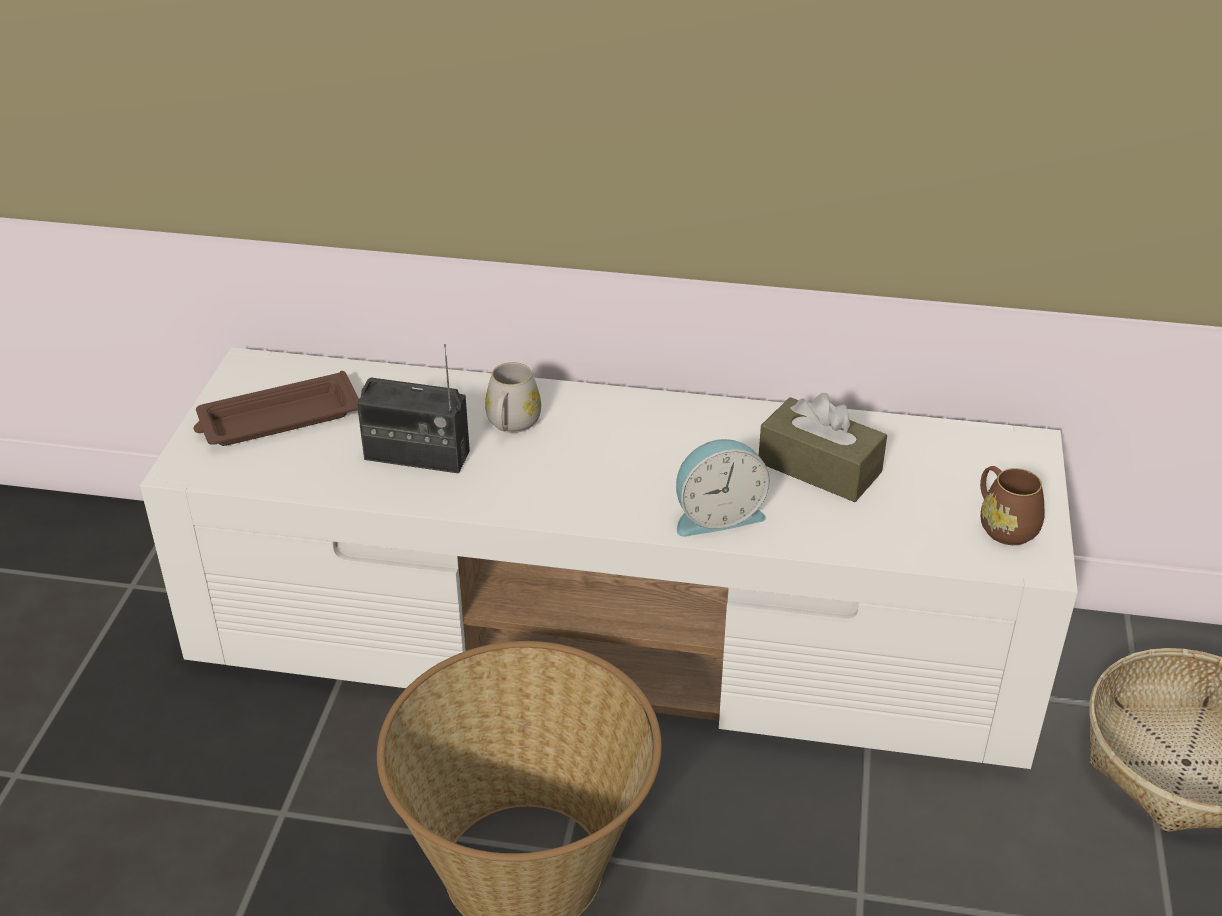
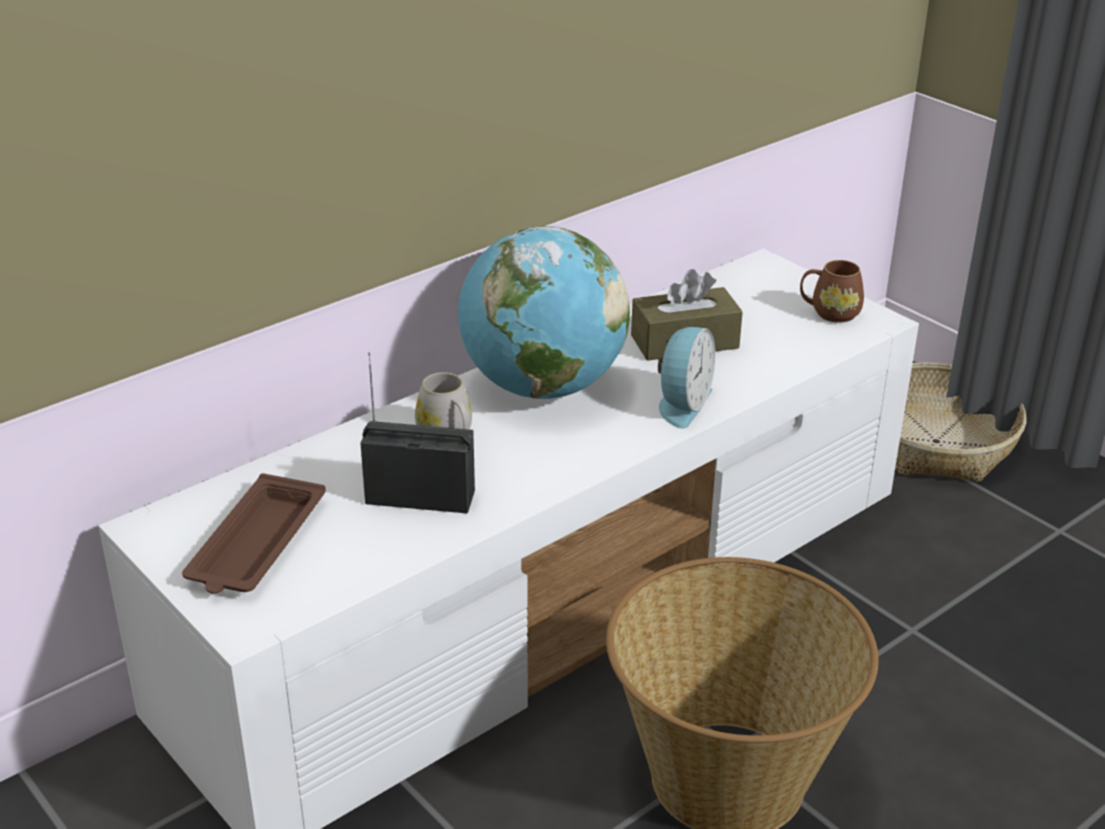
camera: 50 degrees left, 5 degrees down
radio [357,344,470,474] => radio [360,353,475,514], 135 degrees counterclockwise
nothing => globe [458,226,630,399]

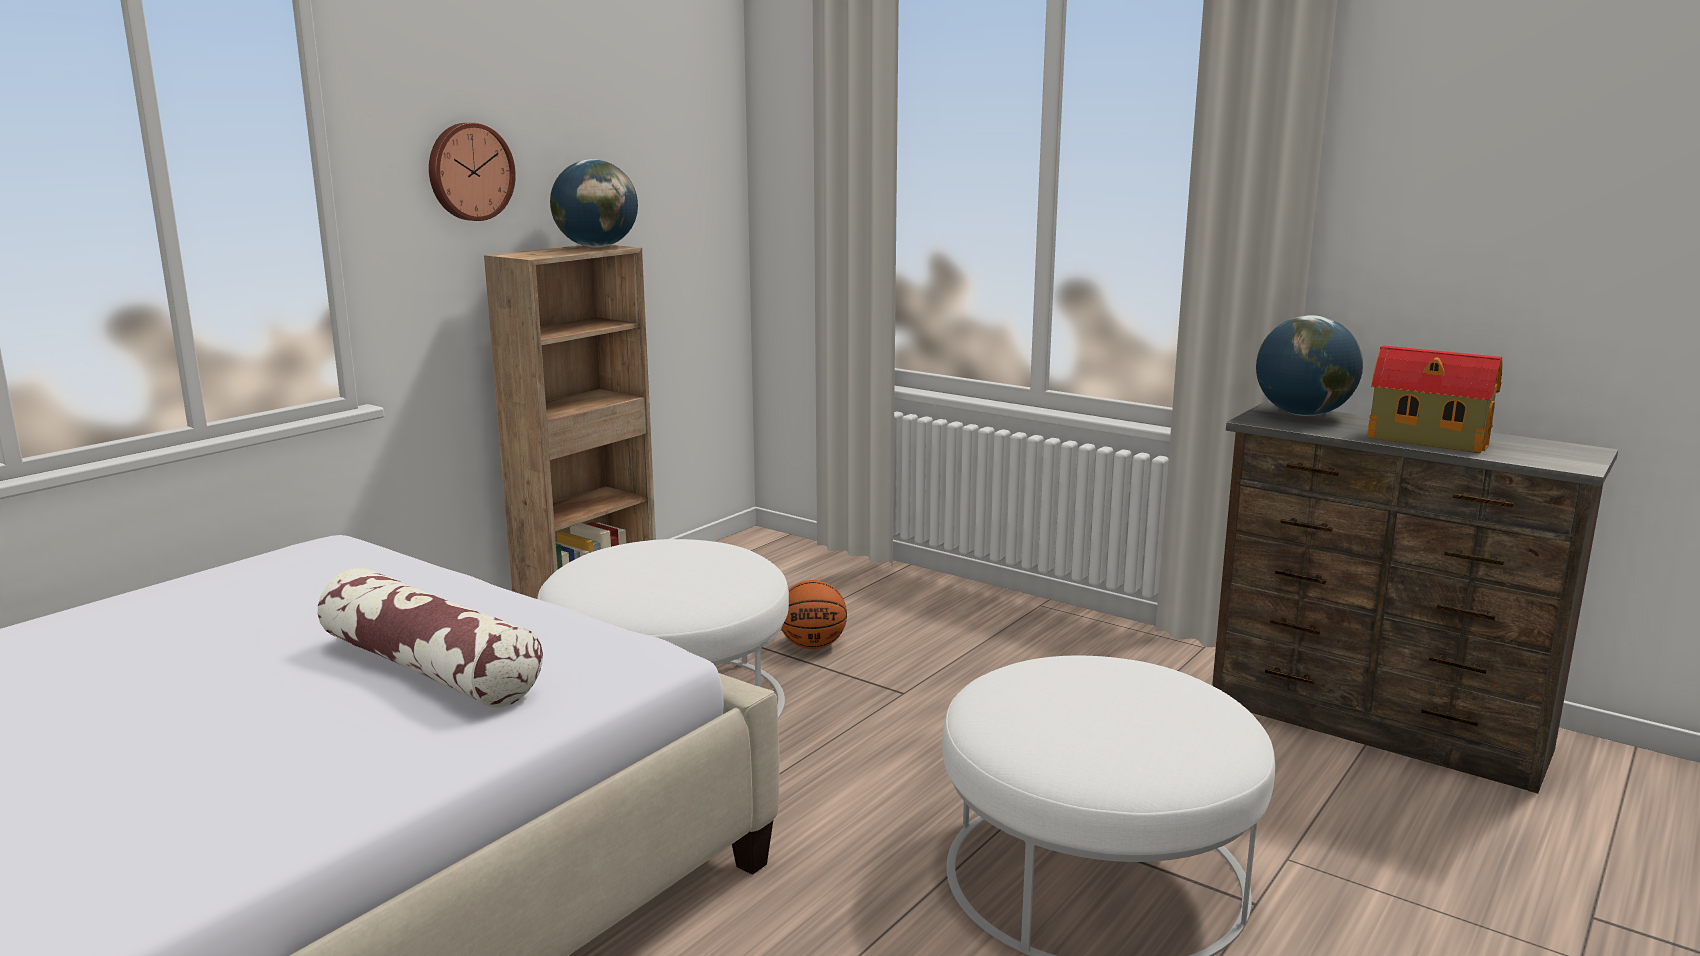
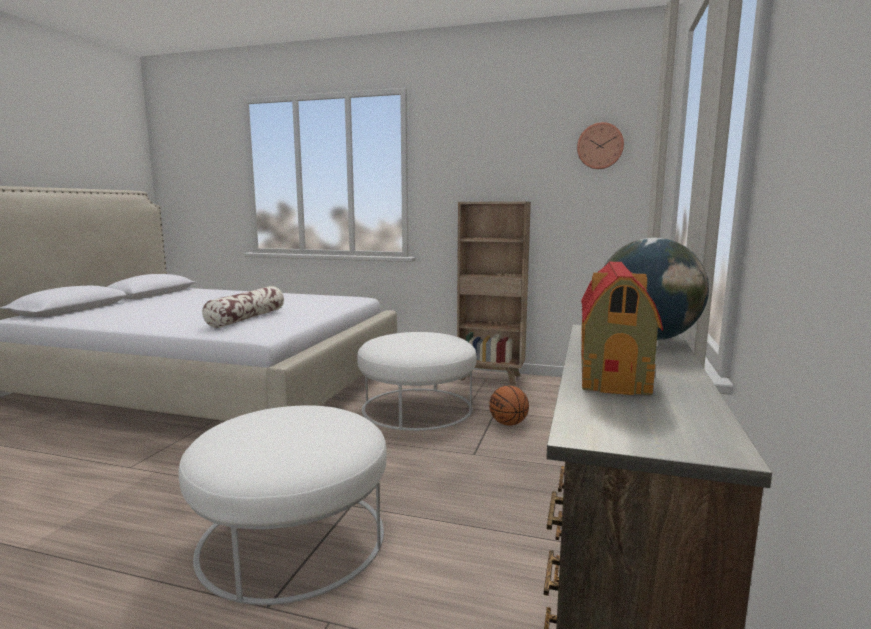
camera: 70 degrees right, 5 degrees down
horloge murale [429,123,516,221] => horloge murale [577,122,624,169], move
globe [550,159,638,248] => nothing

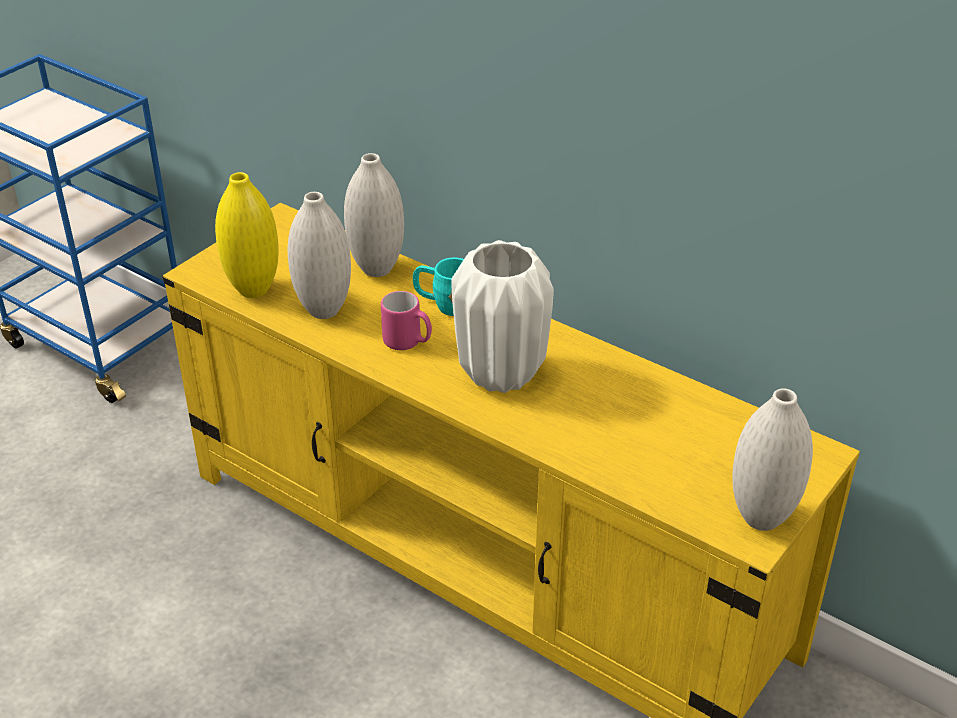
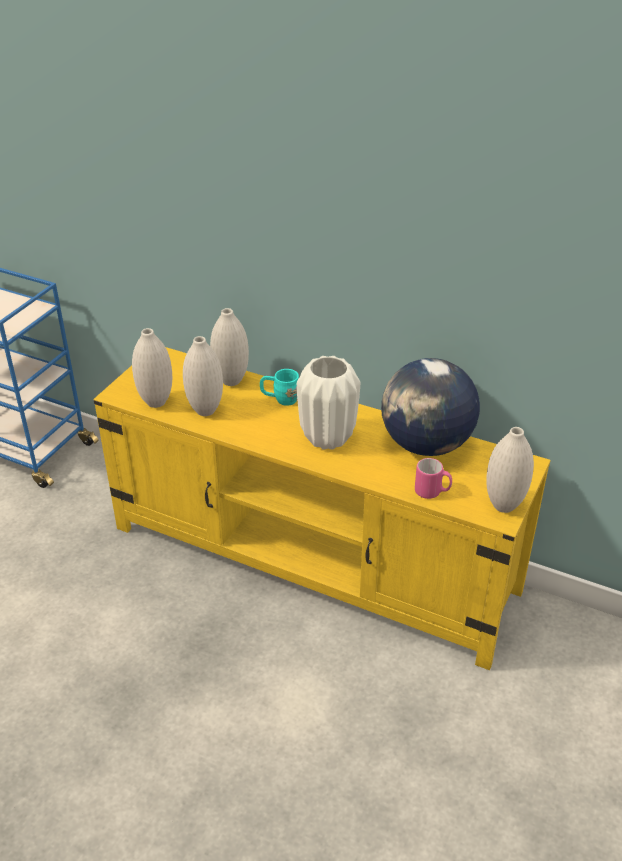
camera: 10 degrees left, 0 degrees up
vase (jaune) [215,172,279,298] => vase (blanc) [132,328,172,408]
nothing => globe [381,358,480,456]
mug (rose) [381,291,432,350] => mug (rose) [415,458,452,499], move

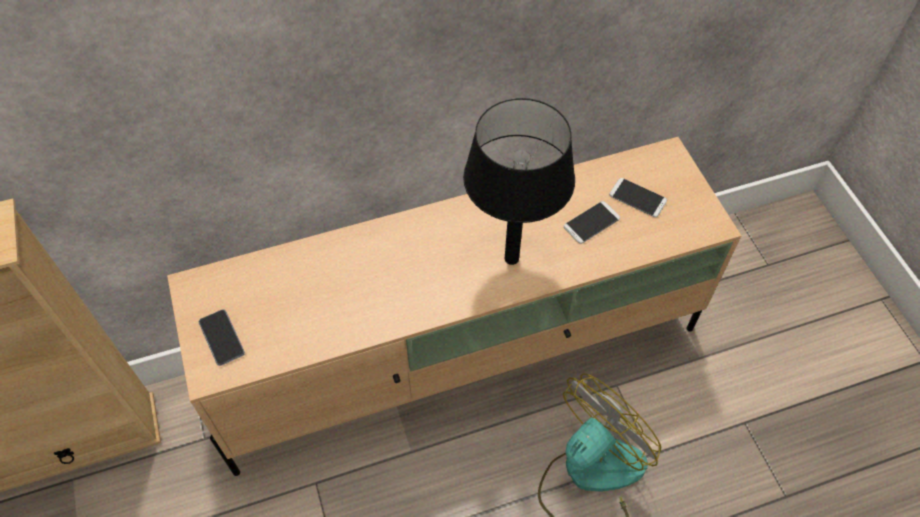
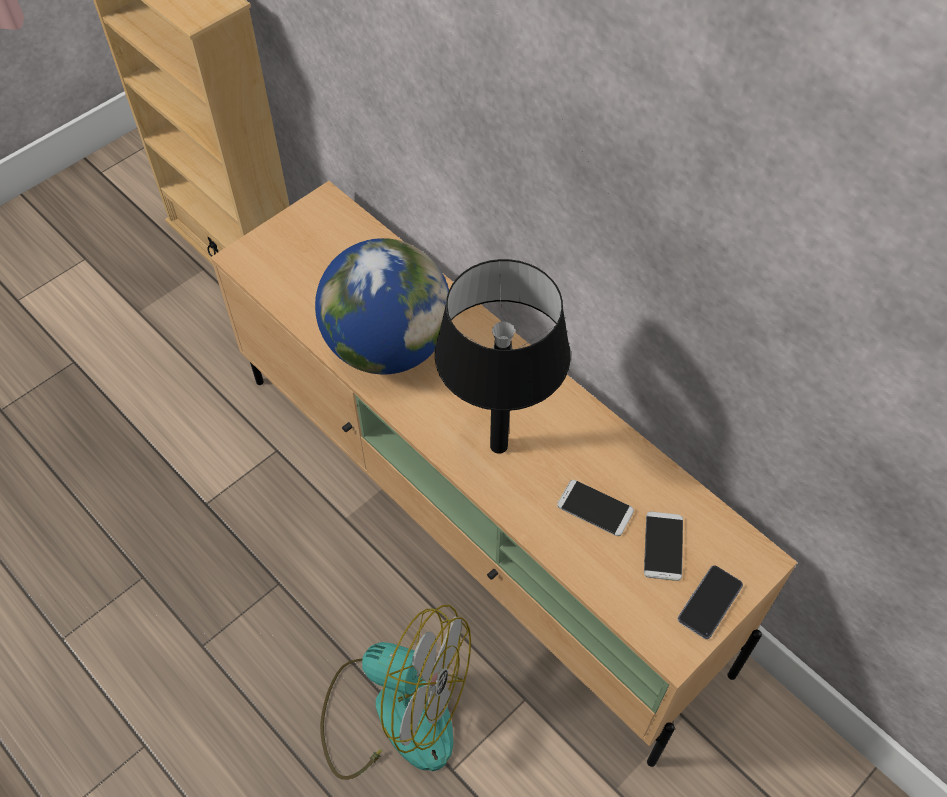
camera: 65 degrees right, 0 degrees up
nothing => globe [315,238,449,374]
téléphone [199,309,245,366] => téléphone [678,565,743,639], move

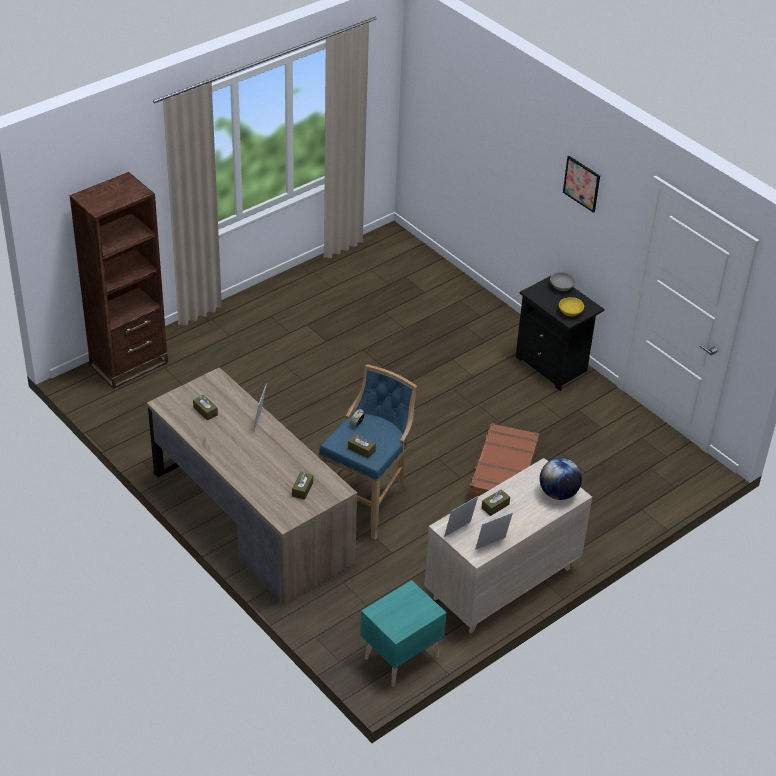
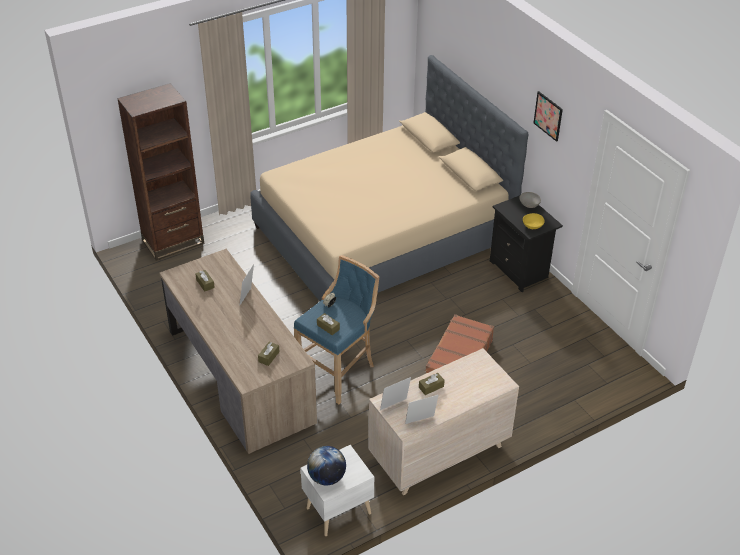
camera: 10 degrees right, 0 degrees up
nothing => lit (beige) [251,55,529,301]
table de chevet (turquoise) [360,580,447,687] => table de chevet (blanc) [301,445,374,536]
globe [540,458,582,500] => globe [307,446,346,485], move

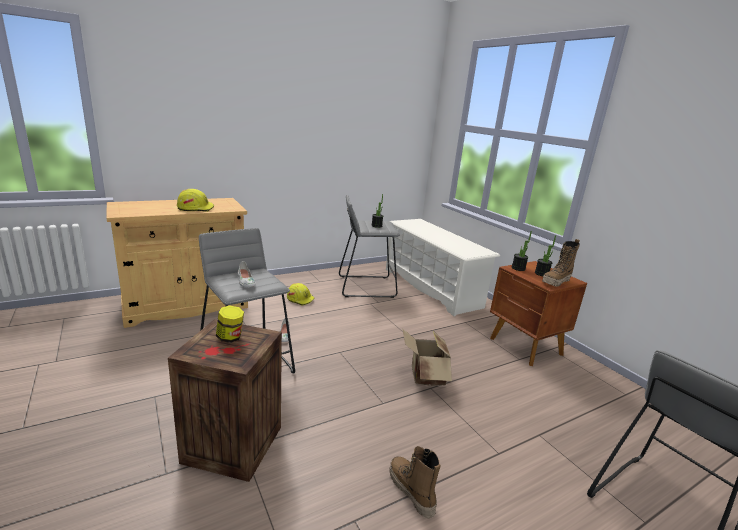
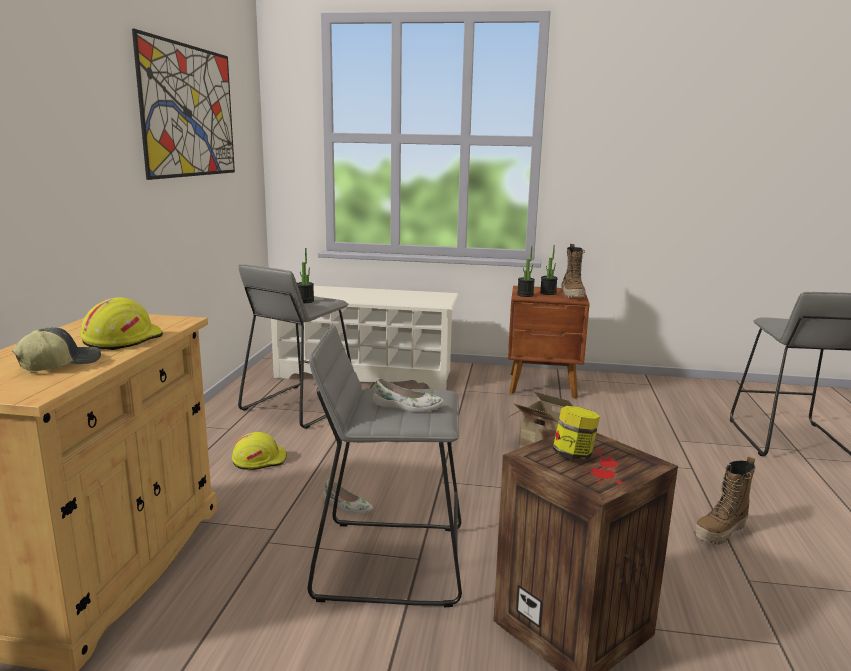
camera: 50 degrees left, 5 degrees down
nothing => casquette [12,328,101,371]
nothing => tableau [132,29,235,180]
botte [389,446,441,519] => botte [694,456,755,545], 45 degrees counterclockwise

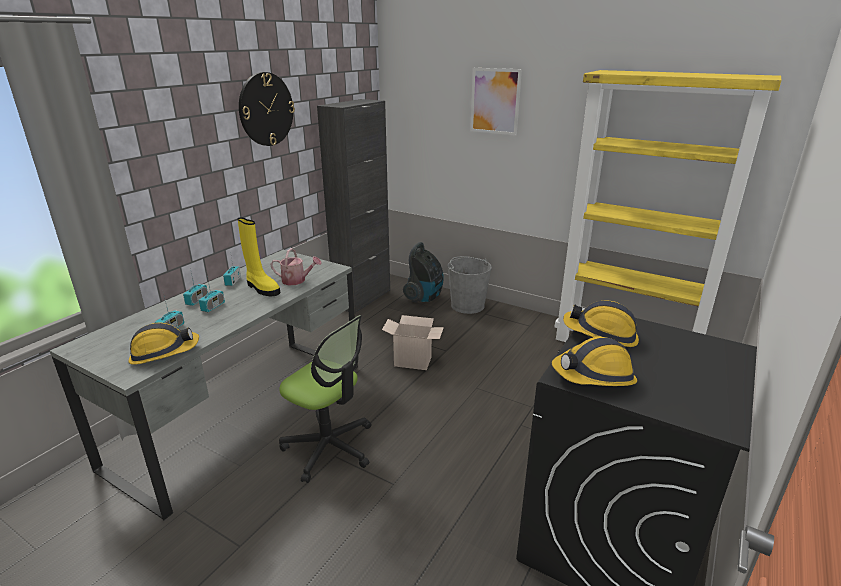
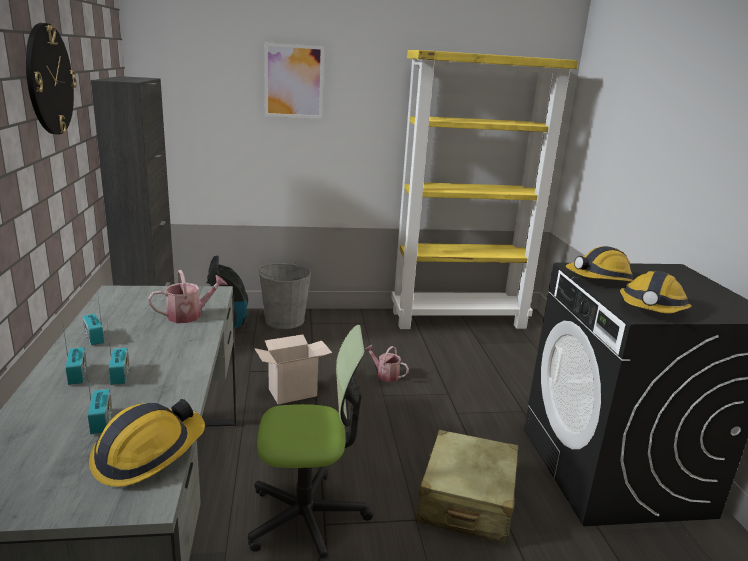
camera: 40 degrees left, 5 degrees down
nothing => arrosoir [365,345,409,382]
nothing => valise (beige) [417,430,518,544]
botte (jaune) [237,217,280,296] => nothing

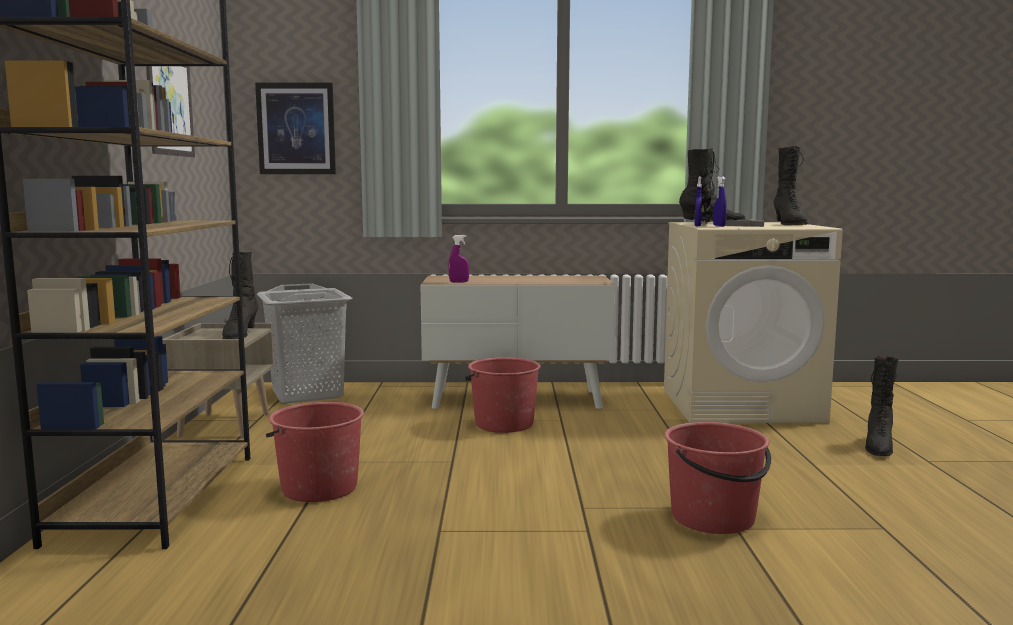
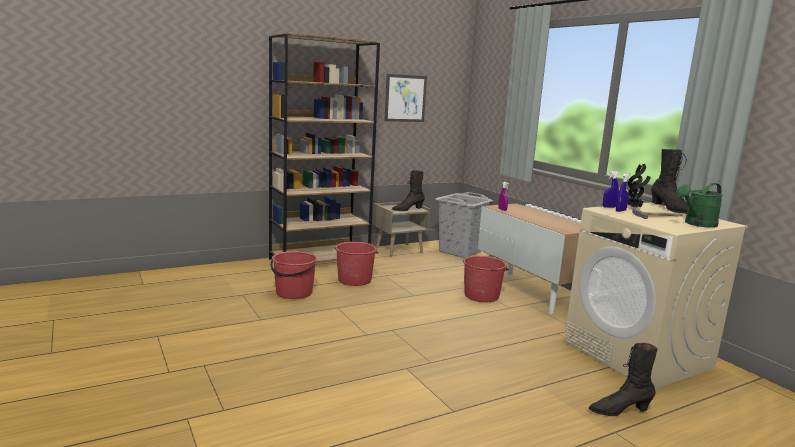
camera: 60 degrees right, 5 degrees up
seau (rouge) [664,422,771,534] => seau (rouge) [270,251,317,299], move
botte (noir) [774,146,808,225] => arrosoir (vert) [676,183,723,228]
tableau [255,83,336,174] => nothing

